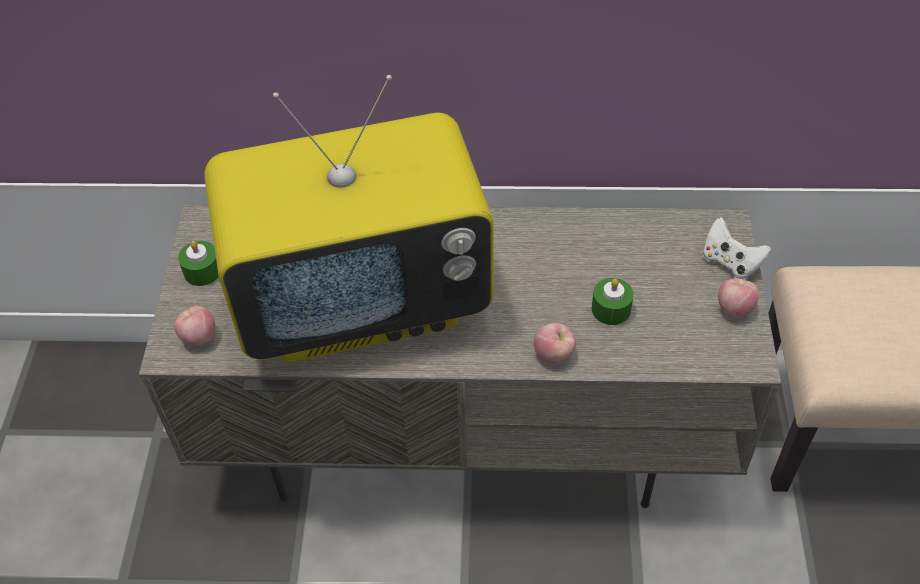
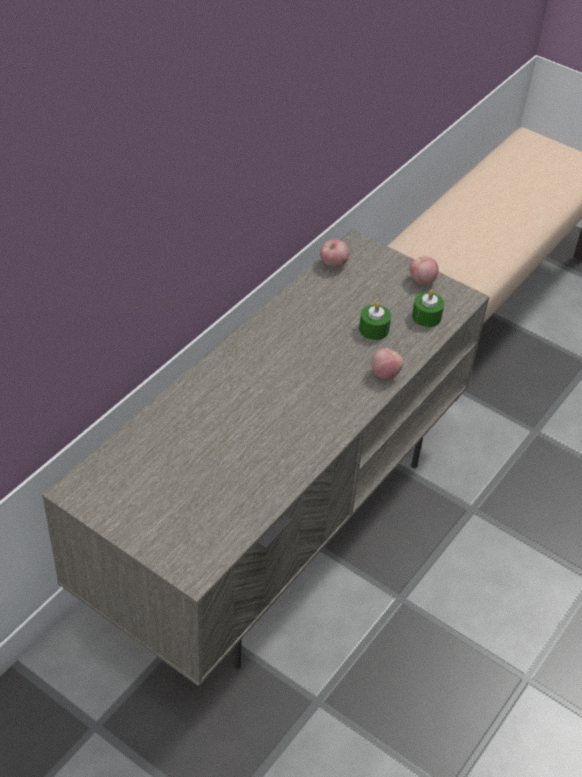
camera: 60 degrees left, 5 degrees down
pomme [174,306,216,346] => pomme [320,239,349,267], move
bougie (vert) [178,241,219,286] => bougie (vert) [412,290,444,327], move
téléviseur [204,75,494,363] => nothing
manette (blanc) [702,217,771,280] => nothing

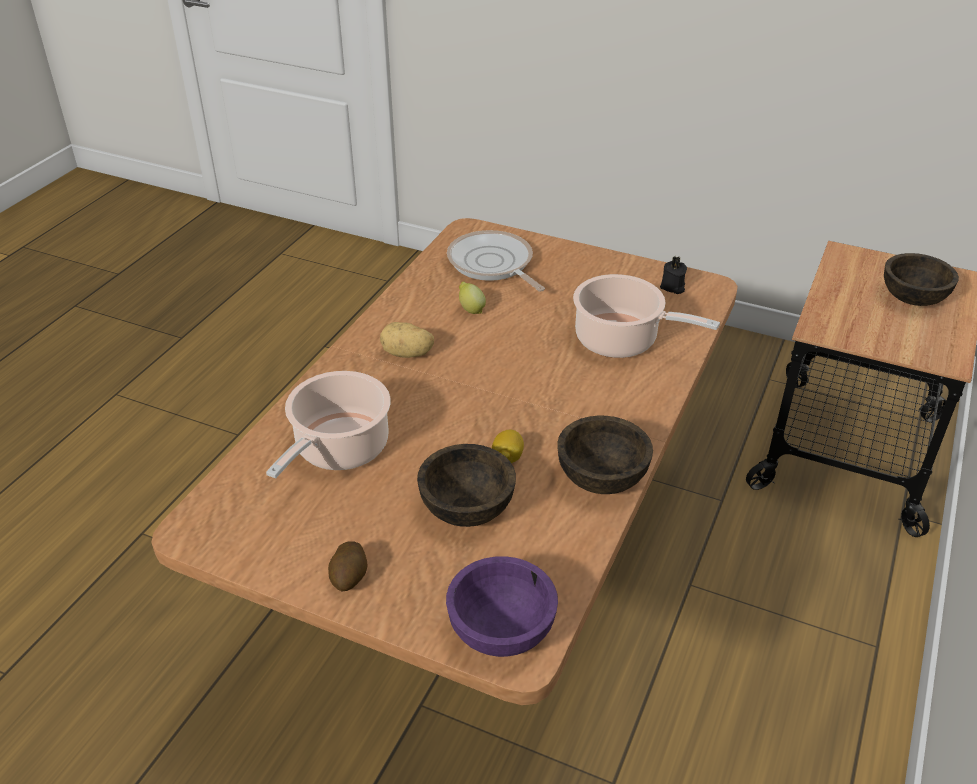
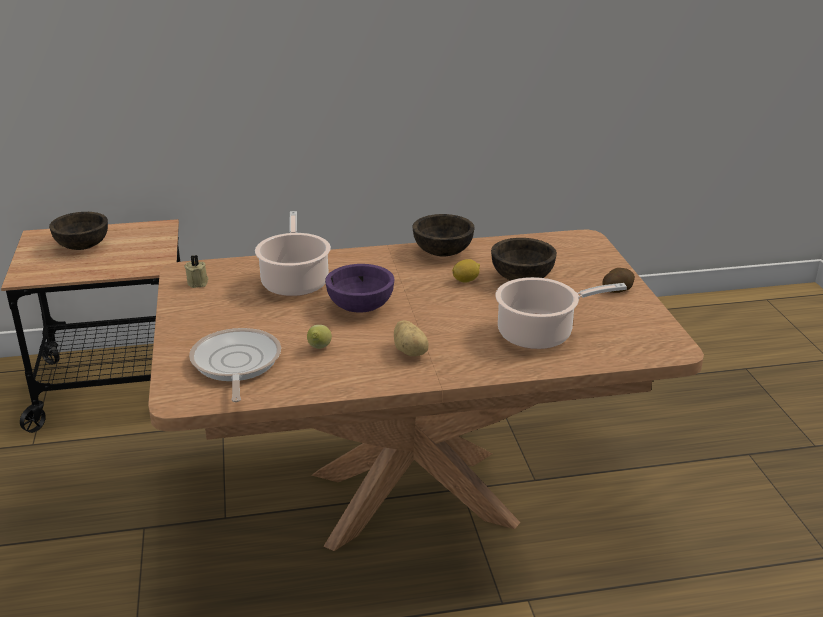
camera: 125 degrees left, 10 degrees down
bougie (noir) [660,256,687,294] => bougie (beige) [184,255,209,288]
poêle [447,230,545,291] => poêle [189,328,281,402], 150 degrees clockwise
bol (violet) [446,556,558,657] => bol (violet) [325,264,394,313], move

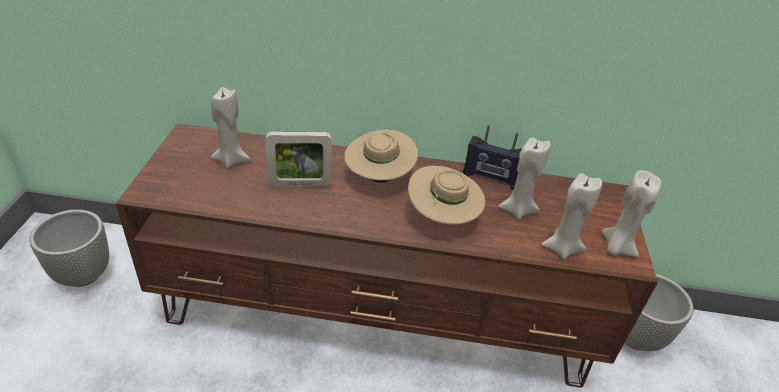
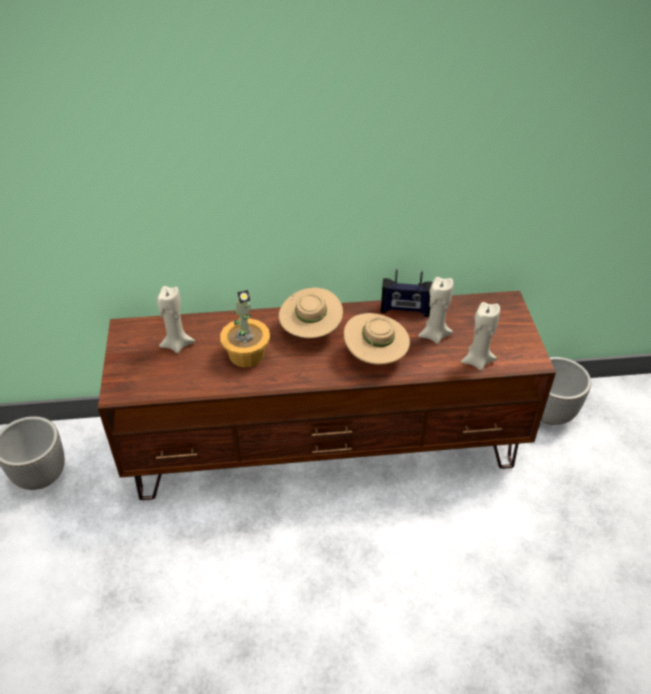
camera: 10 degrees left, 5 degrees up
cadre photo [265,132,332,187] => plante en pot [220,290,270,368]
bougie (beige) [602,170,662,257] => nothing

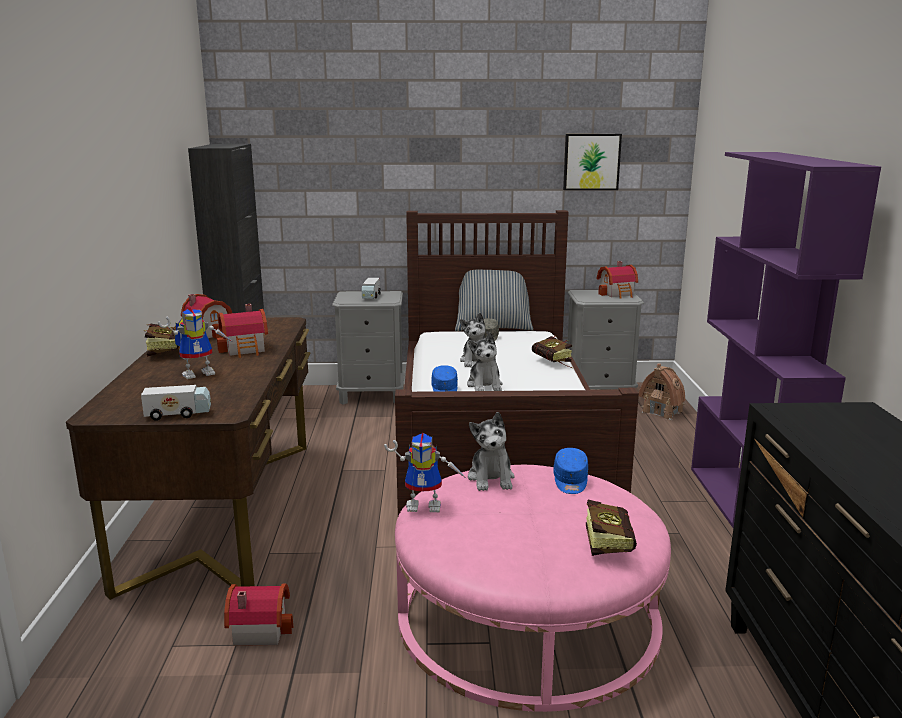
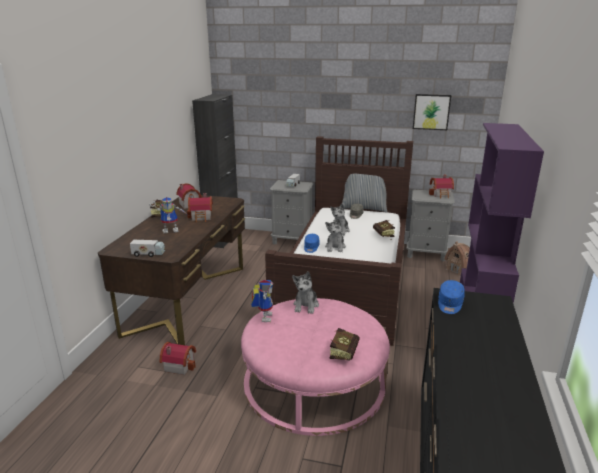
camera: 15 degrees right, 5 degrees up
robot jouet [384,433,467,512] => robot jouet [251,280,273,322], 105 degrees counterclockwise
casquette (bleu) [553,448,588,494] => casquette (bleu) [438,280,465,314], move

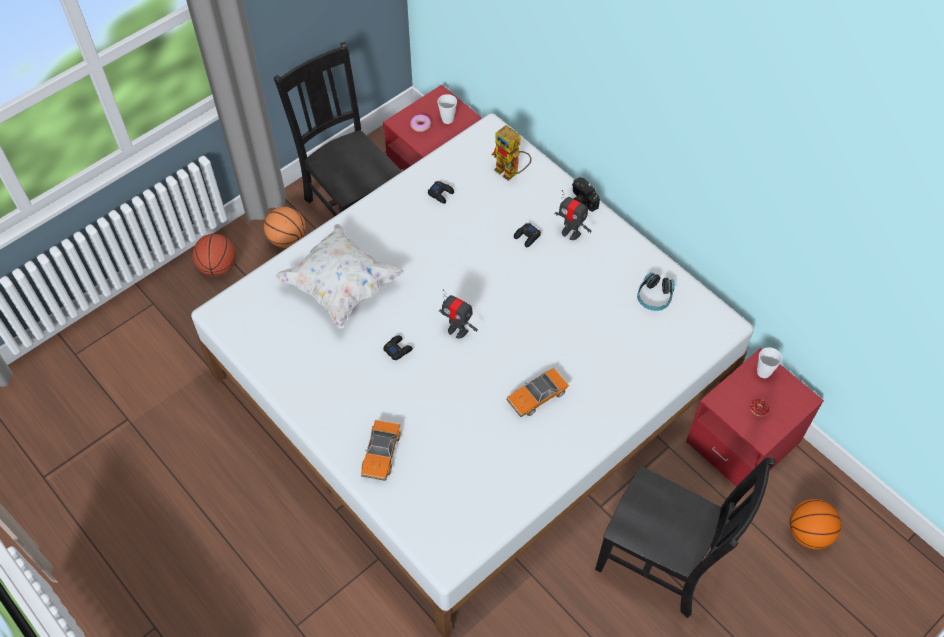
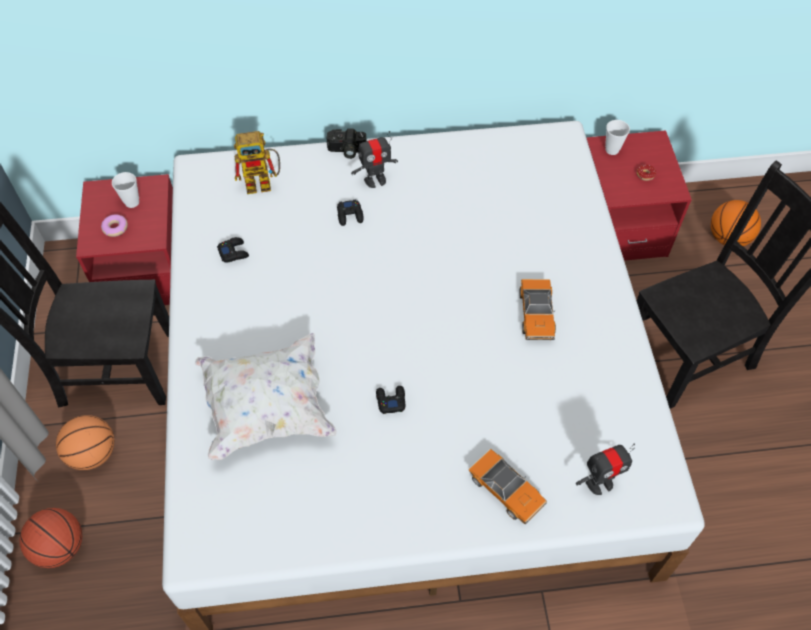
camera: 55 degrees left, 0 degrees up
robot jouet [439,290,478,339] => robot jouet [576,444,635,495], move
casque audio [637,272,675,311] => nothing

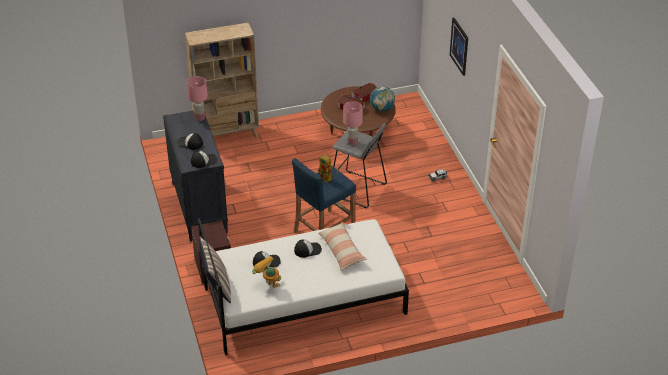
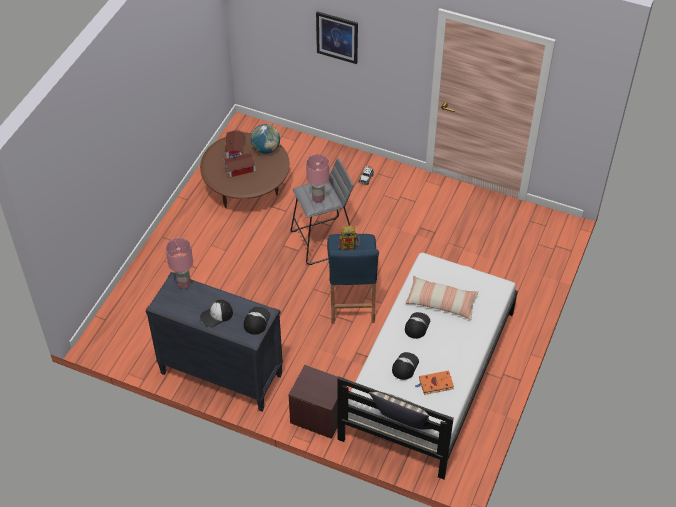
camera: 50 degrees left, 10 degrees up
robot jouet [252,256,282,288] => livre (orange) [415,371,454,395]
bibliothèque (beige) [185,22,259,138] => nothing

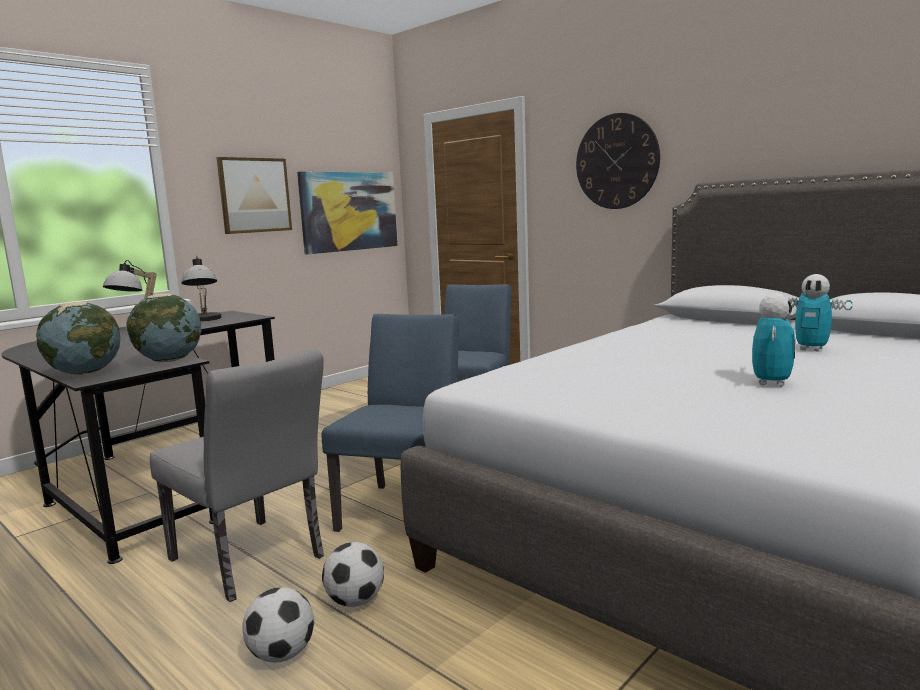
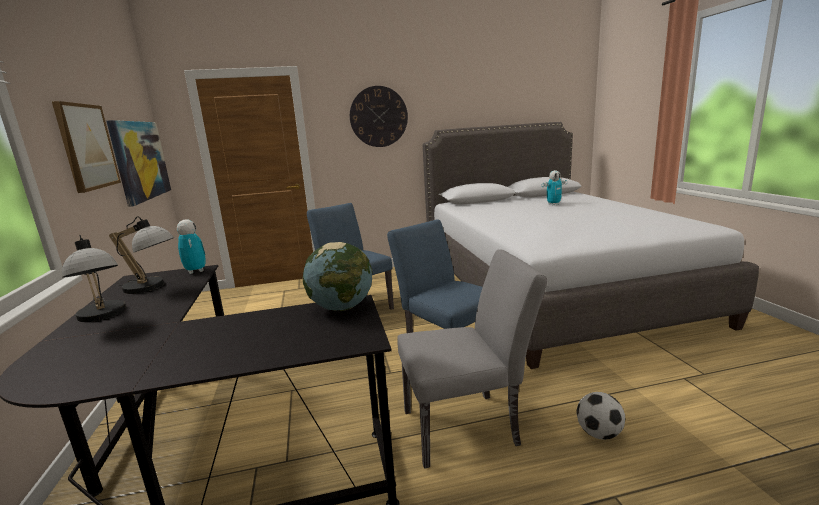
camera: 55 degrees left, 5 degrees up
robot jouet [752,293,796,387] => robot jouet [177,219,205,274], move
globe [36,302,121,375] => nothing
ballon de foot [322,542,384,607] => nothing

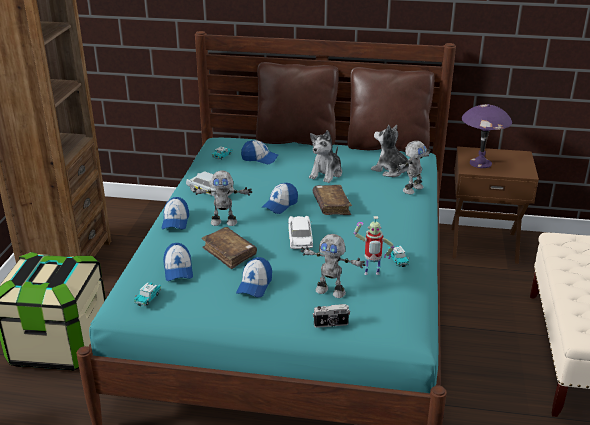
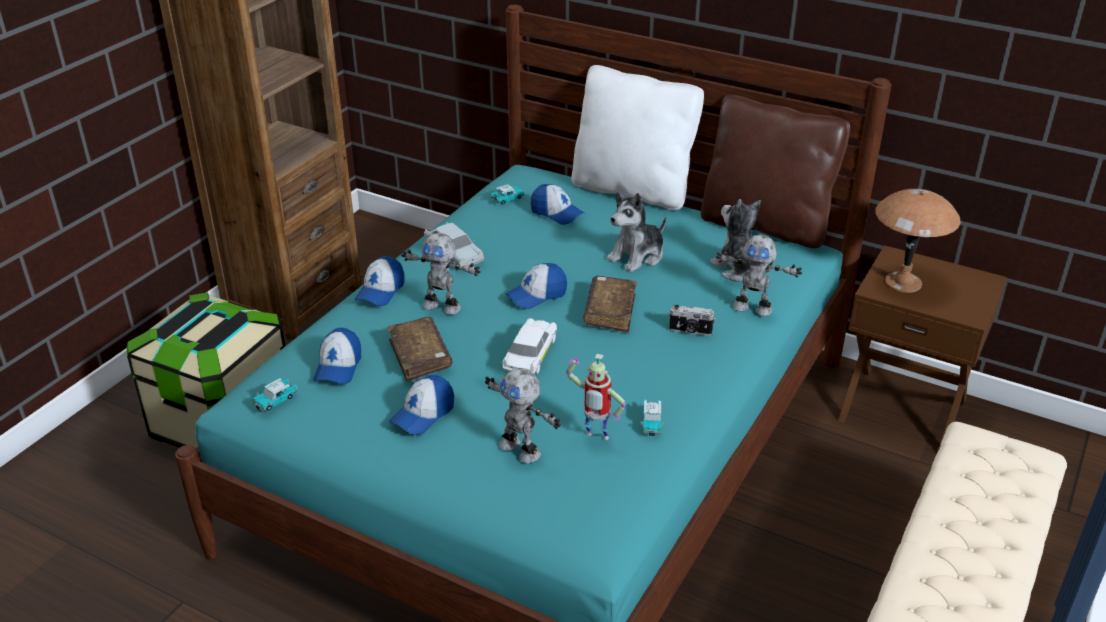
camera: 20 degrees right, 5 degrees up
coussin (marron) [256,62,339,145] => coussin (blanc) [572,65,704,210]
appareil photo [313,304,350,328] => appareil photo [669,305,716,336], move
robot jouet [396,141,431,194] => robot jouet [716,234,802,316], 45 degrees clockwise
lampe de table (violet) [461,104,512,168] => lampe de table (marron) [876,189,961,293]

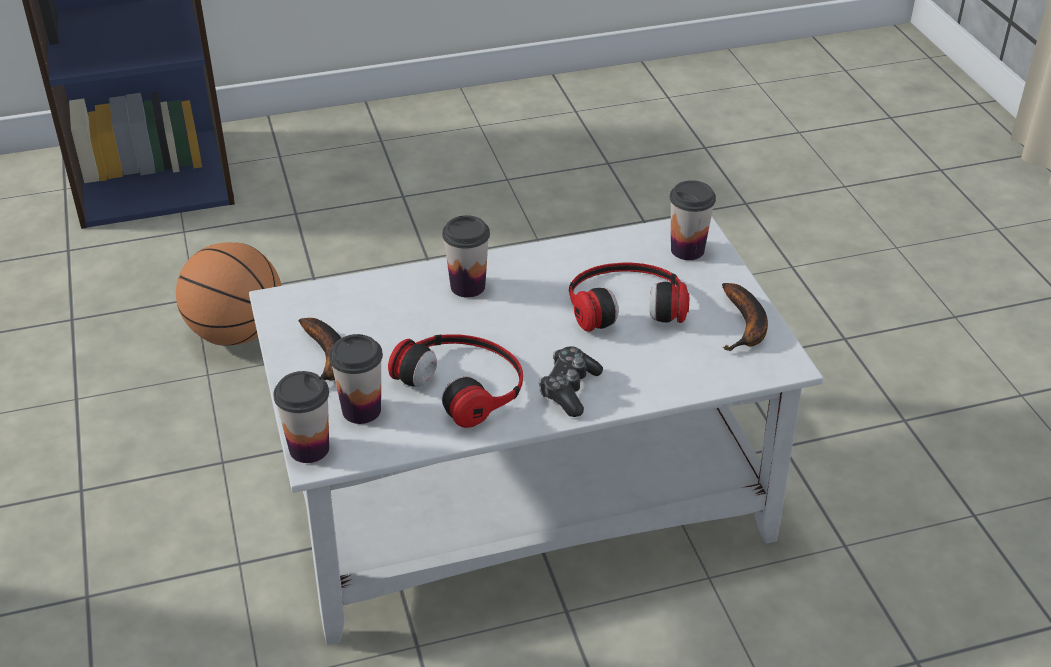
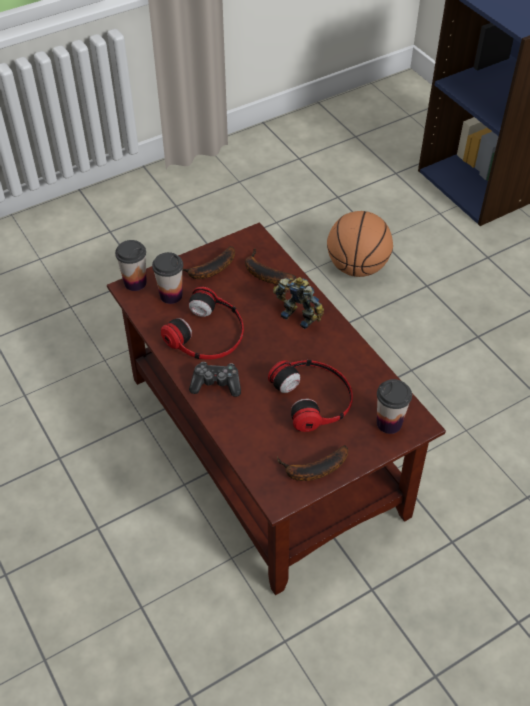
camera: 75 degrees right, 10 degrees up
table basse (blanc) [249,216,824,645] => table basse (marron) [107,222,446,595]
nothing => banane [245,248,296,285]
tasse [442,215,490,298] => robot jouet [273,277,324,329]

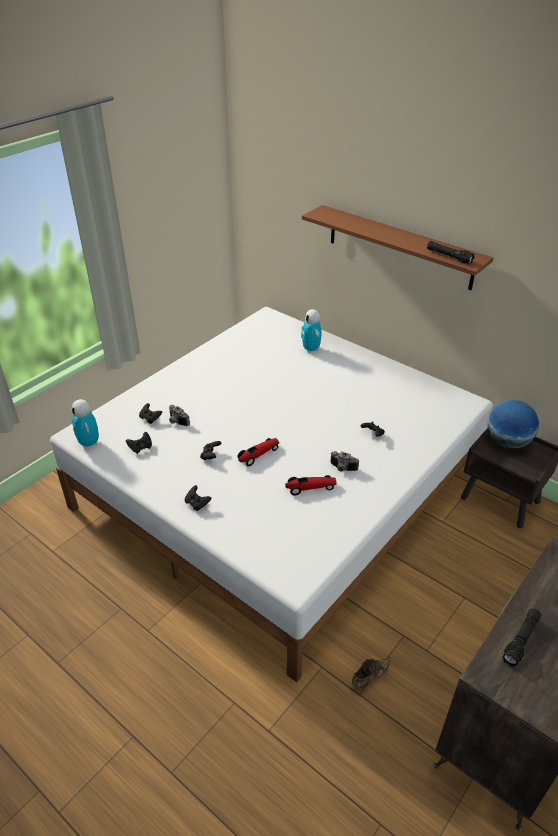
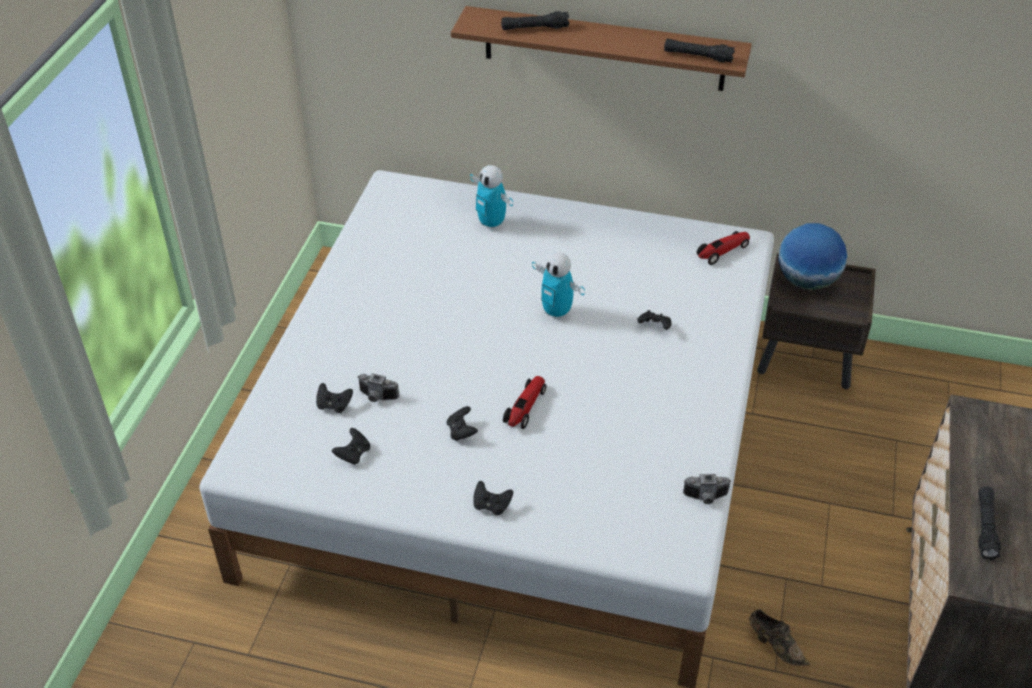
camera: 25 degrees left, 5 degrees up
nothing => lampe de poche (noir) [501,11,569,30]
robot jouet [71,399,99,449] => robot jouet [532,252,585,320], move
appareil photo [331,451,359,472] => appareil photo [683,474,731,504], move
petite voiture [285,475,337,495] => petite voiture [697,231,750,265], move
chaussure (marron) [352,657,391,688] => chaussure (marron) [749,609,810,666], 105 degrees clockwise

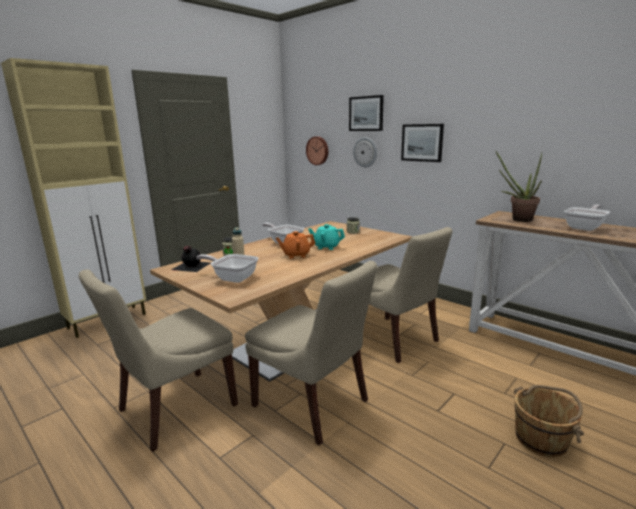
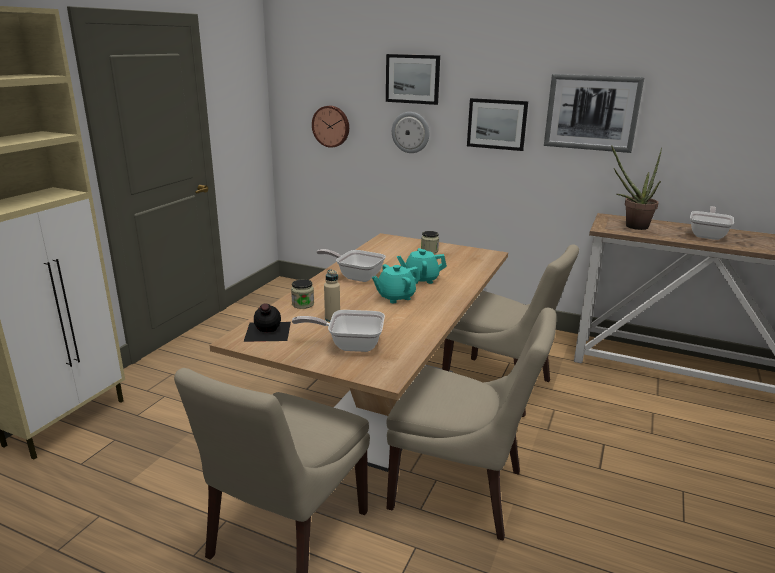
camera: 20 degrees left, 5 degrees up
théière (orange) [276,231,316,259] => théière (turquoise) [372,264,420,303]
nothing => tableau [544,74,645,153]
seau (marron) [514,385,584,457] => nothing

